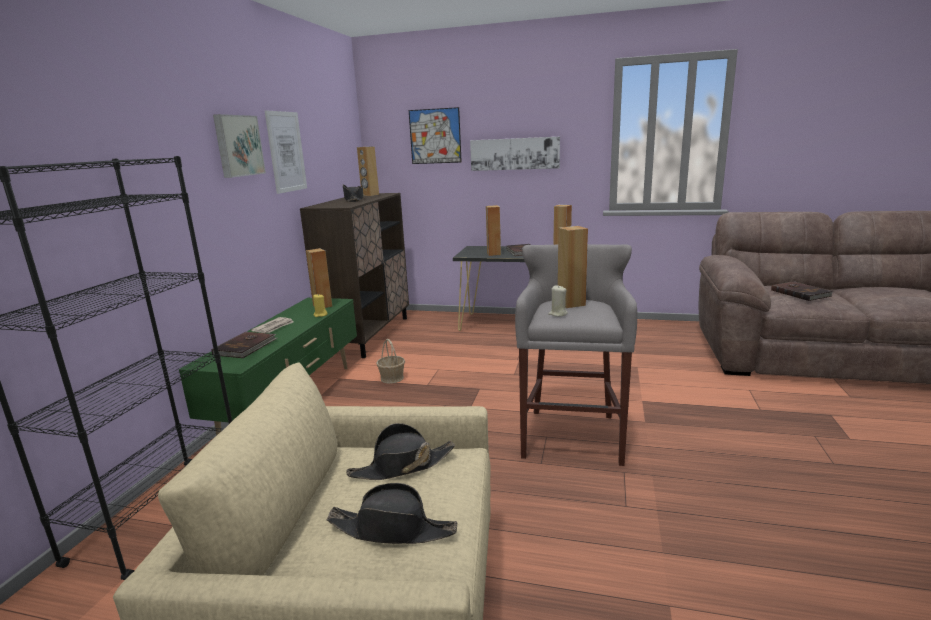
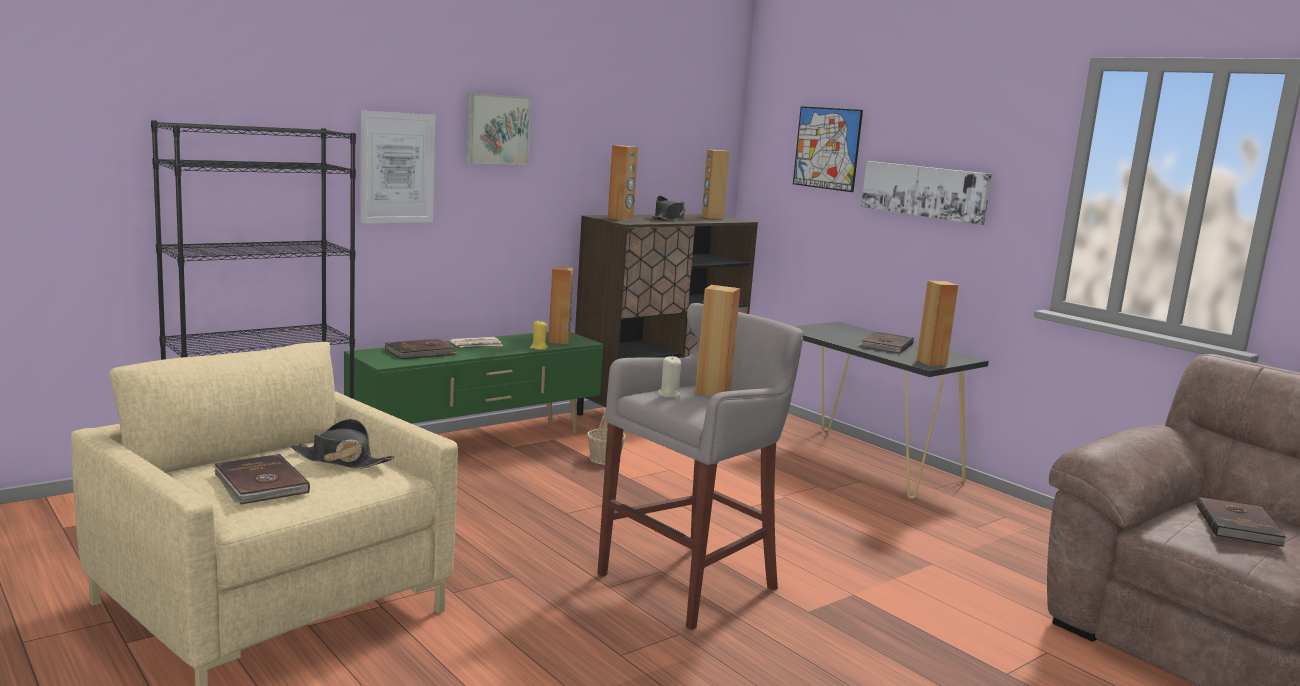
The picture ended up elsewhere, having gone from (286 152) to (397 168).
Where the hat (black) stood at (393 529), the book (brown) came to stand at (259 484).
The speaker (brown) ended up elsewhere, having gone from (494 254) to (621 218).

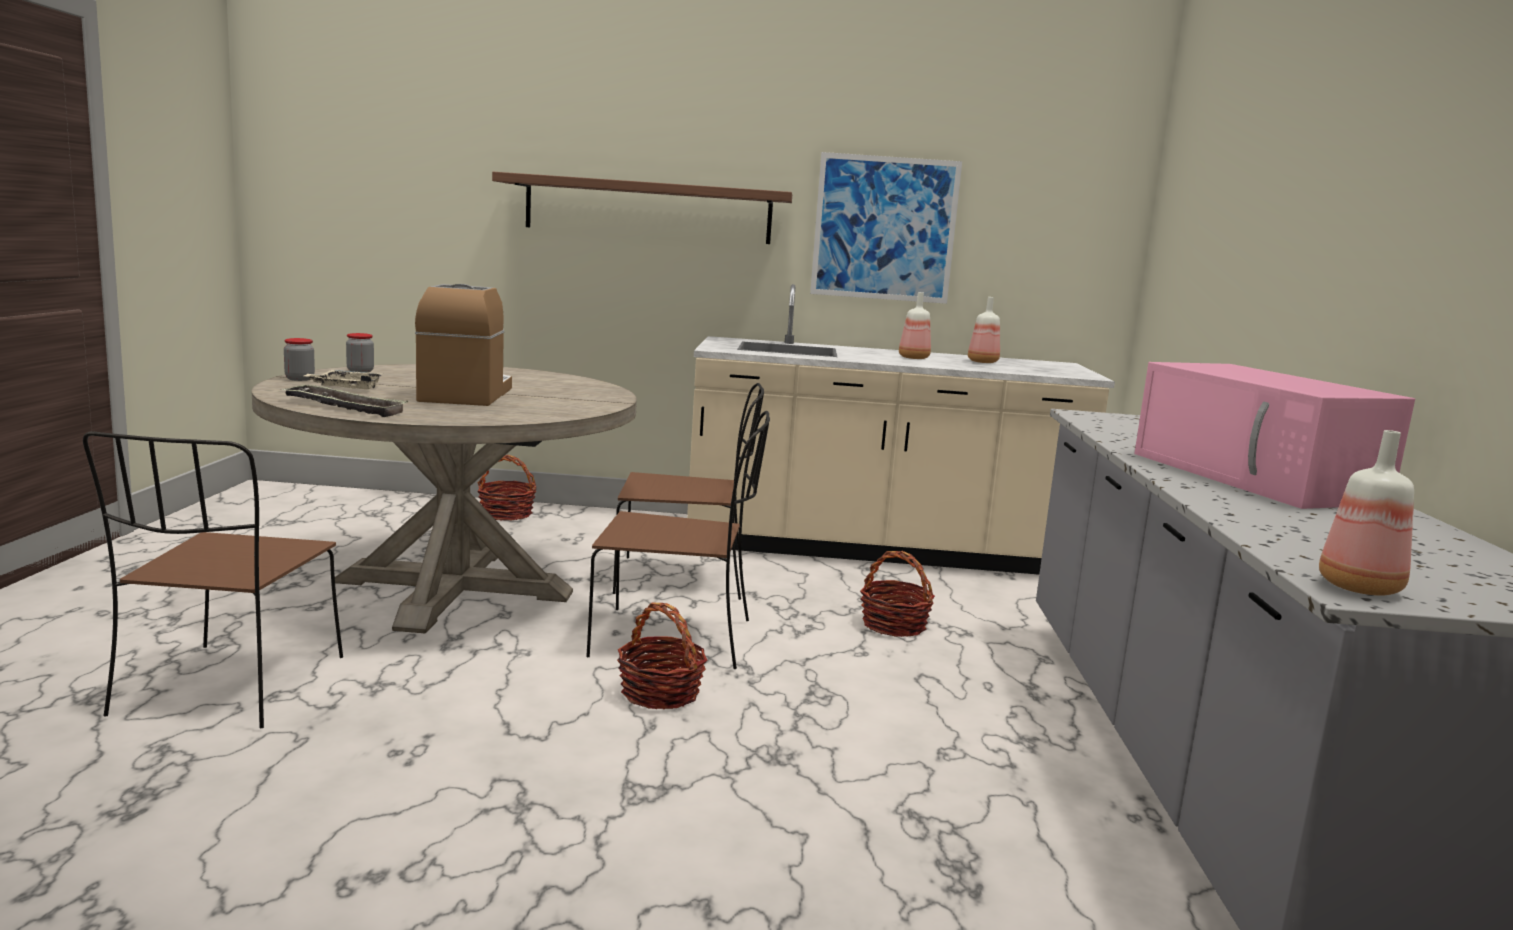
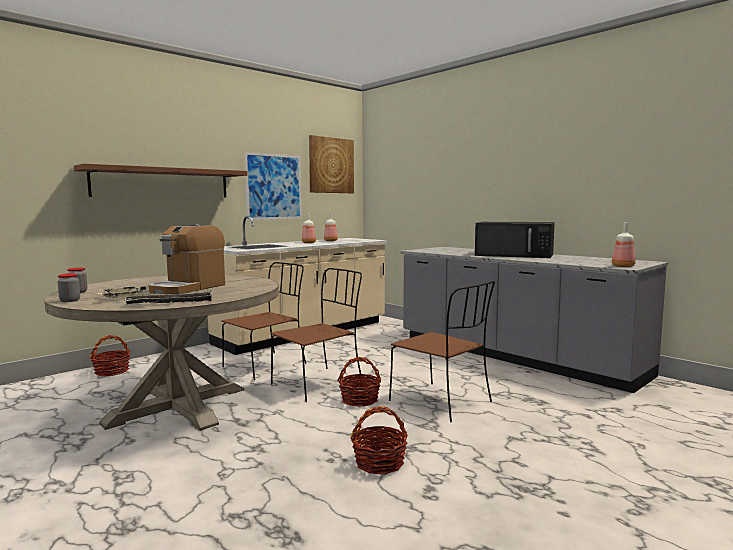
The chair (brown) ended up elsewhere, having gone from (229 688) to (442 402).
The coffee machine at (466 394) ended up facing another way, 105 degrees counterclockwise from before.
The basket ended up elsewhere, having gone from (894 625) to (379 462).
What was the microwave (pink) at (1257 478) turned into the microwave (black) at (515 255).
The second view gained the picture at (331 165).

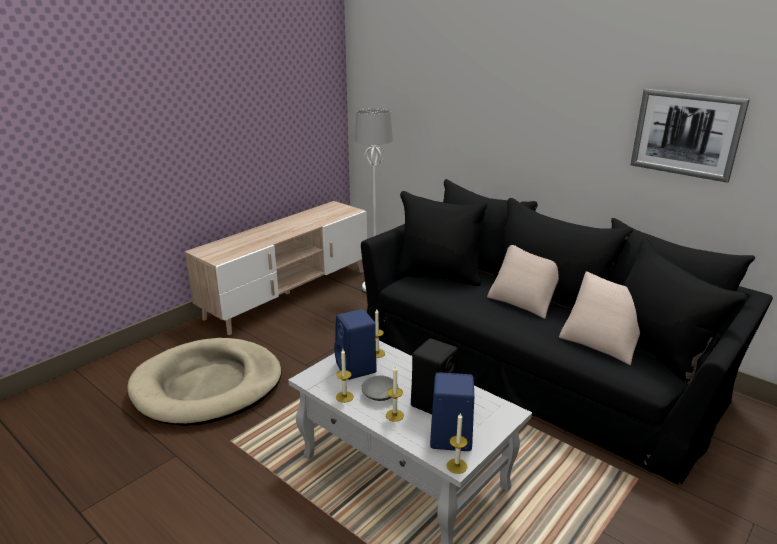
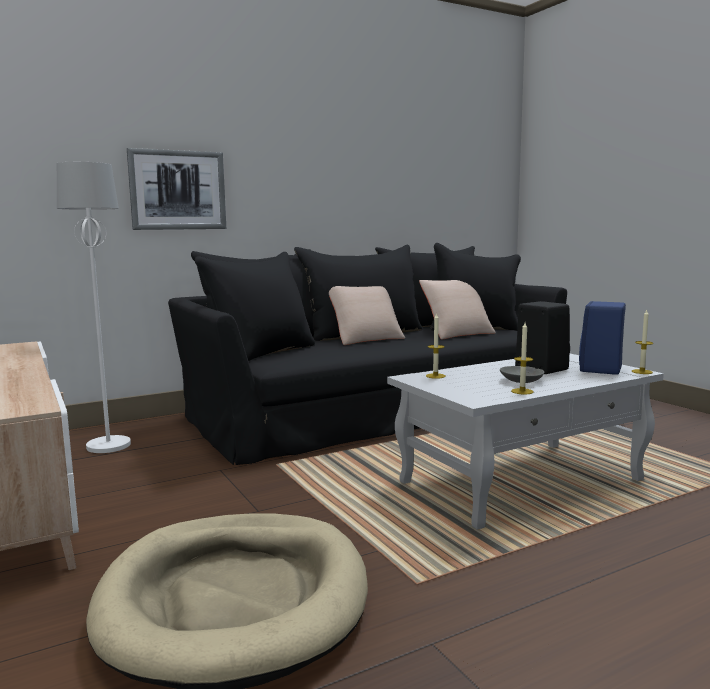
The second view lost the speaker (blue) at (357 368).
The second view lost the candle at (394 415).
The picture ended up elsewhere, having gone from (686 134) to (178 190).

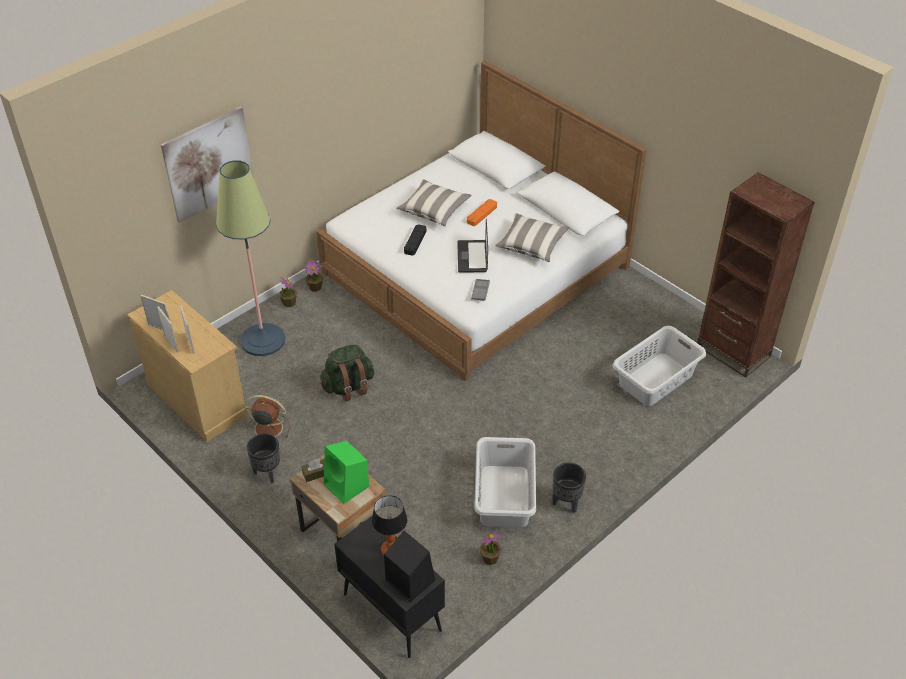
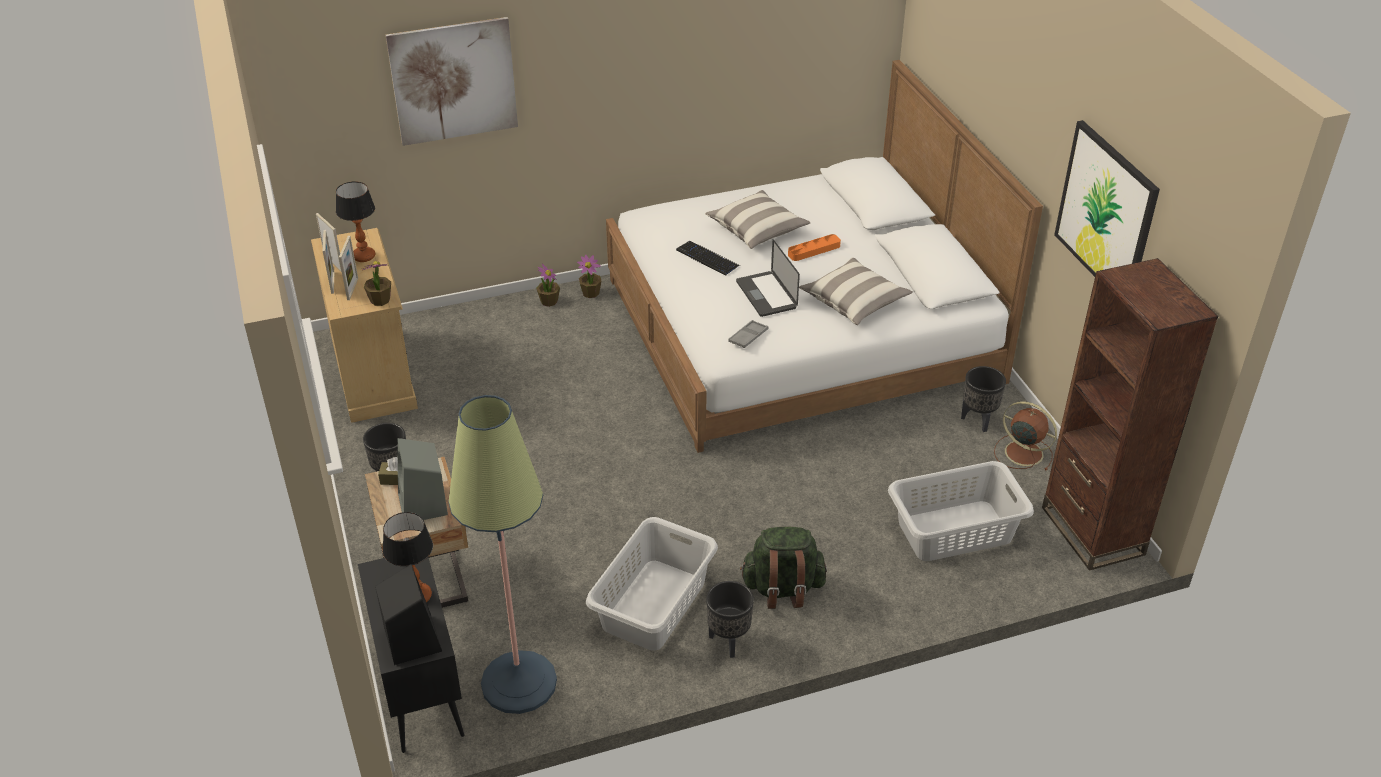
The floor lamp ended up elsewhere, having gone from (263 340) to (519 683).
The fan (brown) ended up elsewhere, having gone from (267 428) to (1022 452).
The backpack (green) ended up elsewhere, having gone from (348 387) to (782 589).
What was the speaker (green) at (347 486) turned into the speaker (grey) at (423 505).
Where the tray (black) stood at (415 241), the keyboard came to stand at (707 259).
The laptop at (472 257) ended up facing another way, 45 degrees counterclockwise from before.
The potted plant ended up elsewhere, having gone from (490 558) to (380 300).
The second view gained the table lamp at (364 256).
The second view gained the planter (black) at (978 421).
The second view gained the picture at (1106 213).

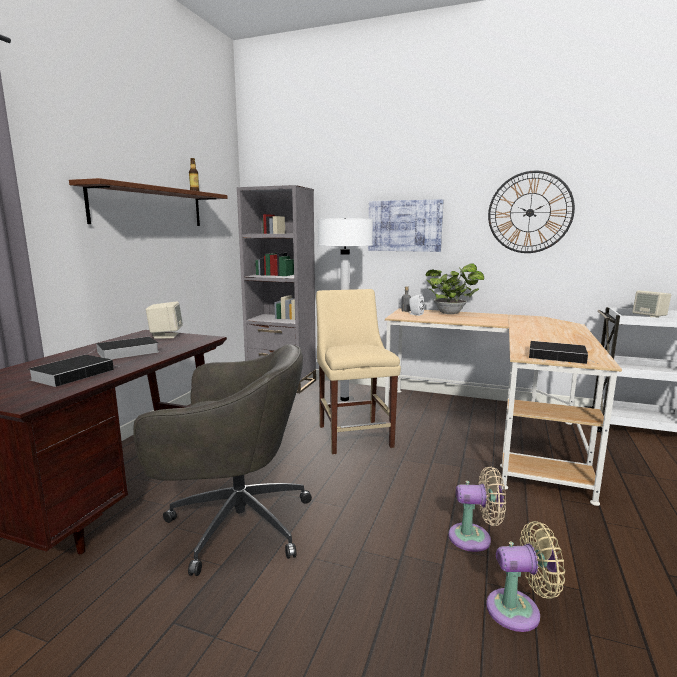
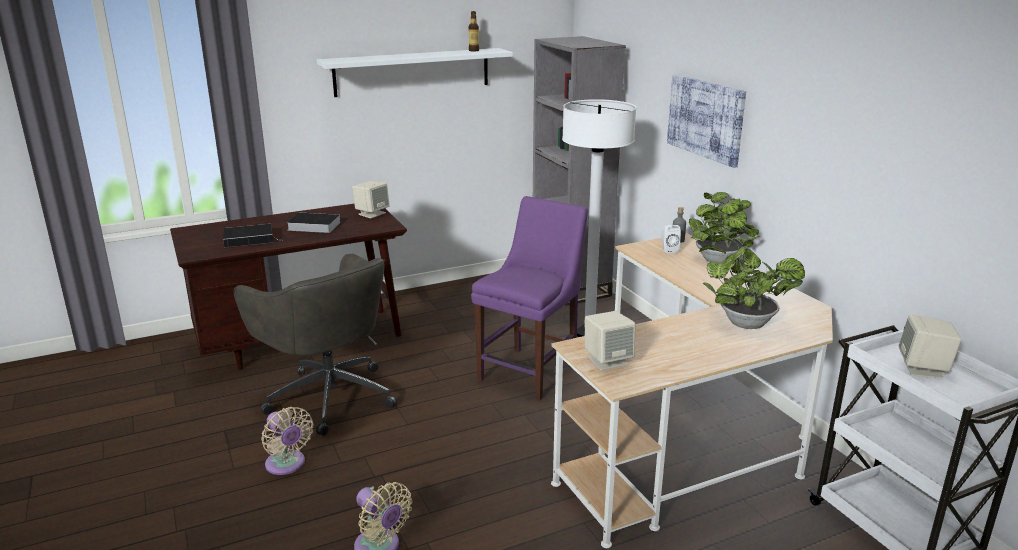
What was the shelf (brown) at (150 207) turned into the shelf (white) at (412 72).
What was the chair (beige) at (354 434) turned into the chair (purple) at (531 371).
The fan (beige) ended up elsewhere, having gone from (474 538) to (287 465).
The second view lost the wall clock at (530 212).
Where the book stood at (558 356), the speaker (beige) came to stand at (608 360).
The second view gained the potted plant at (742 322).

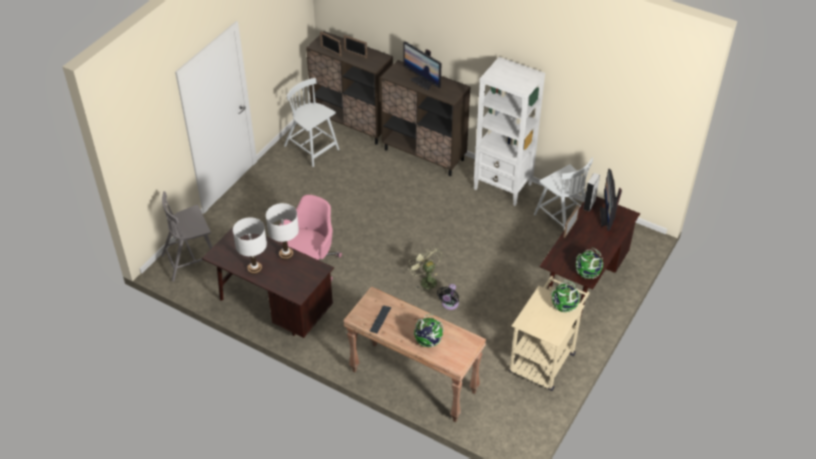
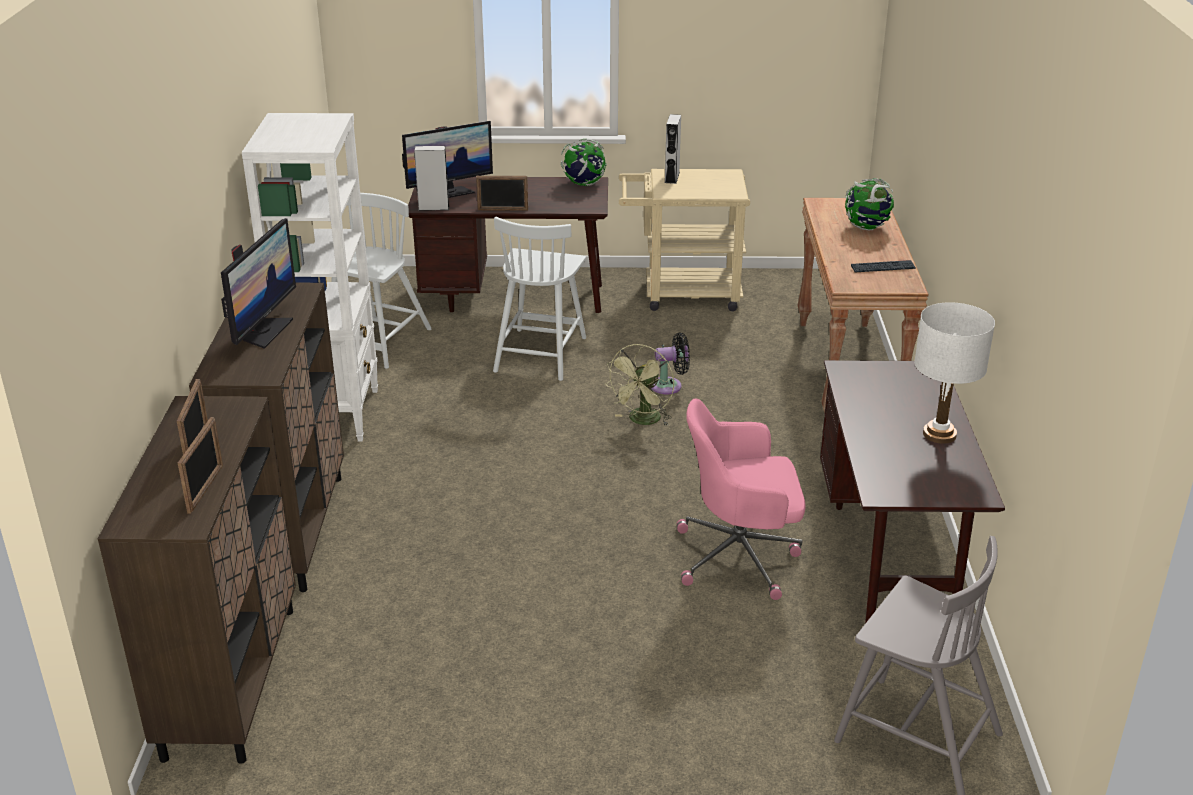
The second view lost the table lamp (white) at (286 254).
The chair (white) ended up elsewhere, having gone from (312 148) to (540 353).
Where the globe stood at (563 307), the speaker (grey) came to stand at (672 177).

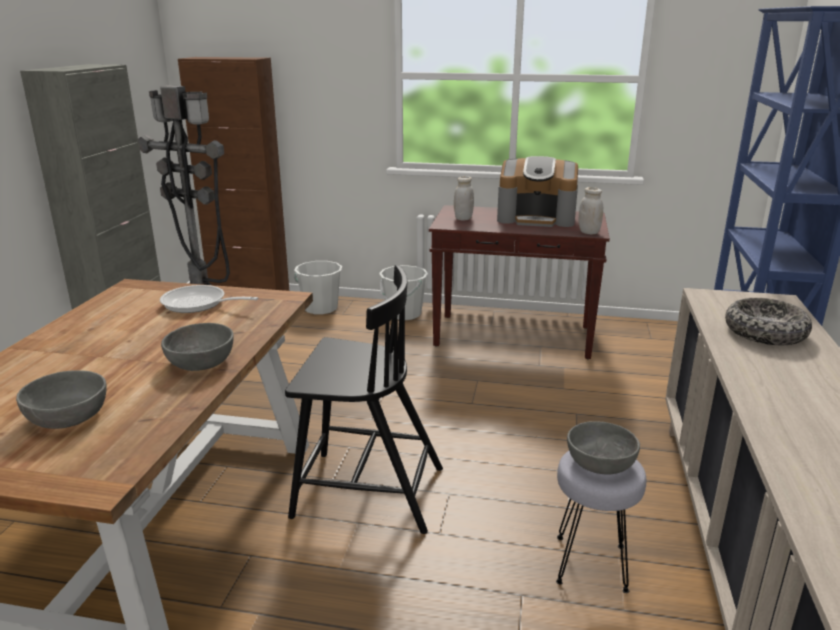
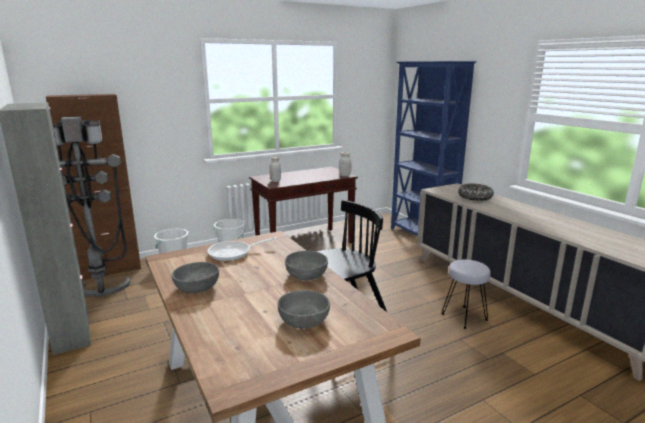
The second view lost the coffee machine at (536 218).
The bowl (grey) ended up elsewhere, having gone from (600 462) to (196 287).

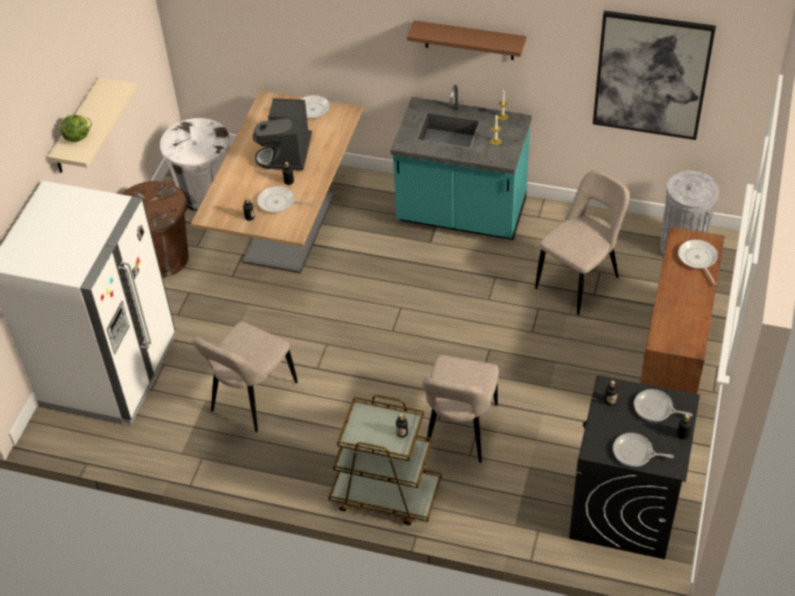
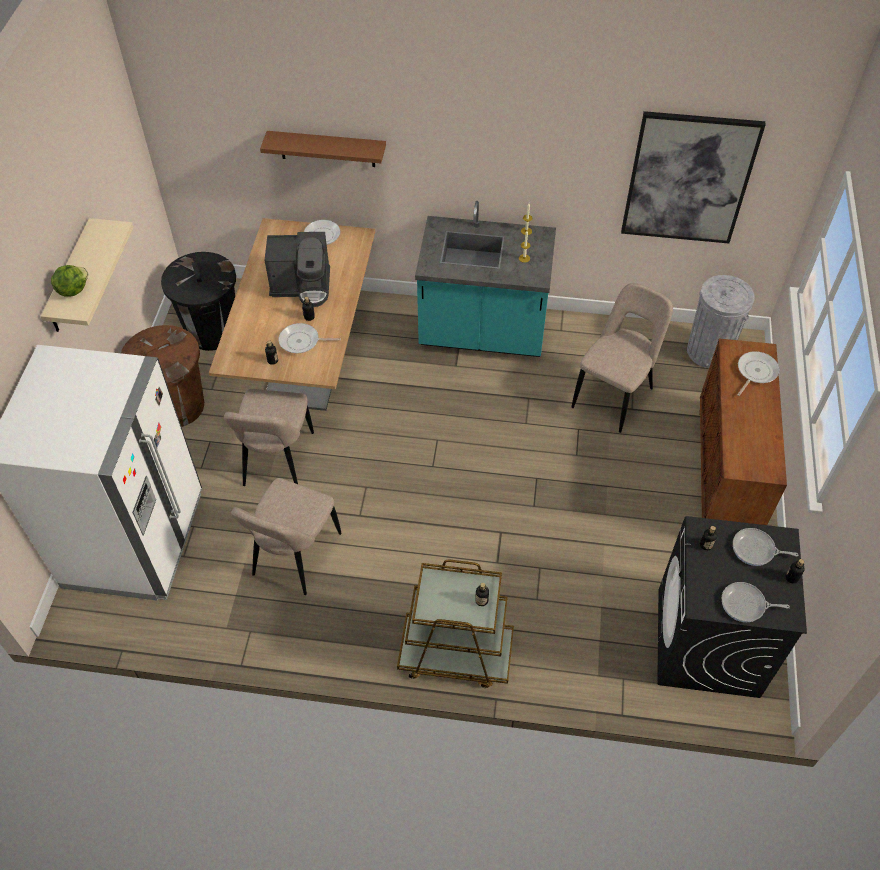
What was the trash can (white) at (204 194) turned into the trash can (black) at (212 331).
The coffee machine at (287 154) ended up facing another way, 90 degrees counterclockwise from before.
The shelf (brown) ended up elsewhere, having gone from (469 40) to (327 149).
The chair (beige) ended up elsewhere, having gone from (459 432) to (277 462).
The frying pan at (698 259) ended up facing another way, 60 degrees clockwise from before.

